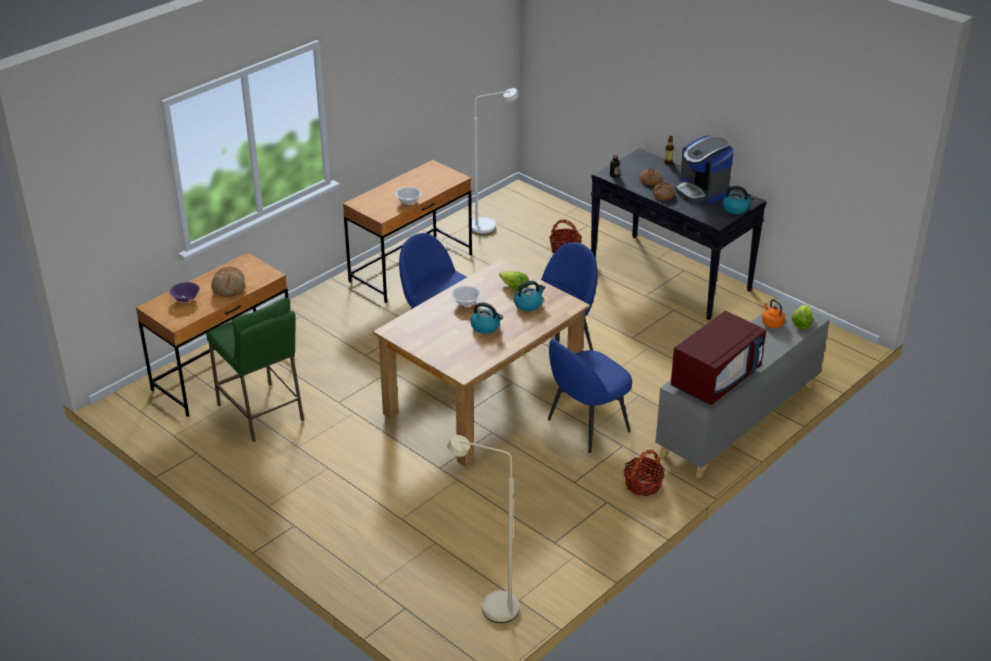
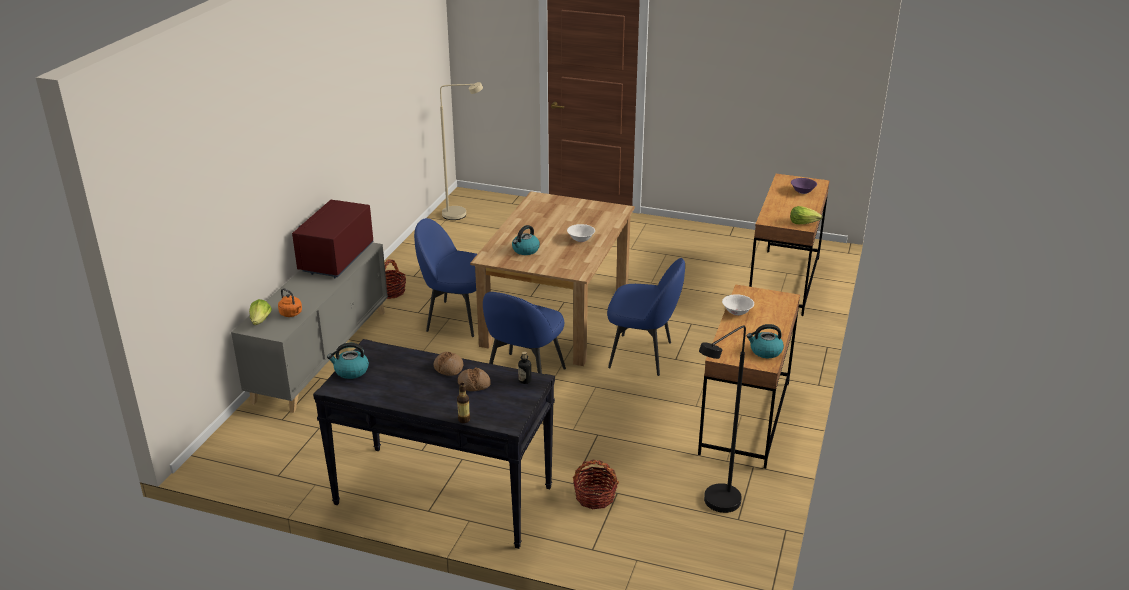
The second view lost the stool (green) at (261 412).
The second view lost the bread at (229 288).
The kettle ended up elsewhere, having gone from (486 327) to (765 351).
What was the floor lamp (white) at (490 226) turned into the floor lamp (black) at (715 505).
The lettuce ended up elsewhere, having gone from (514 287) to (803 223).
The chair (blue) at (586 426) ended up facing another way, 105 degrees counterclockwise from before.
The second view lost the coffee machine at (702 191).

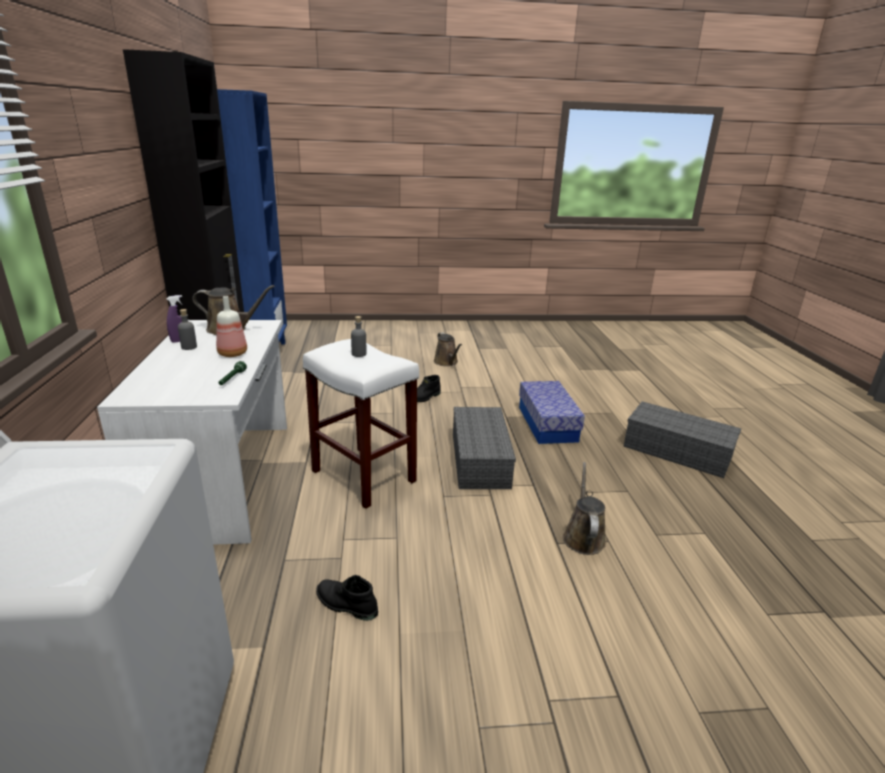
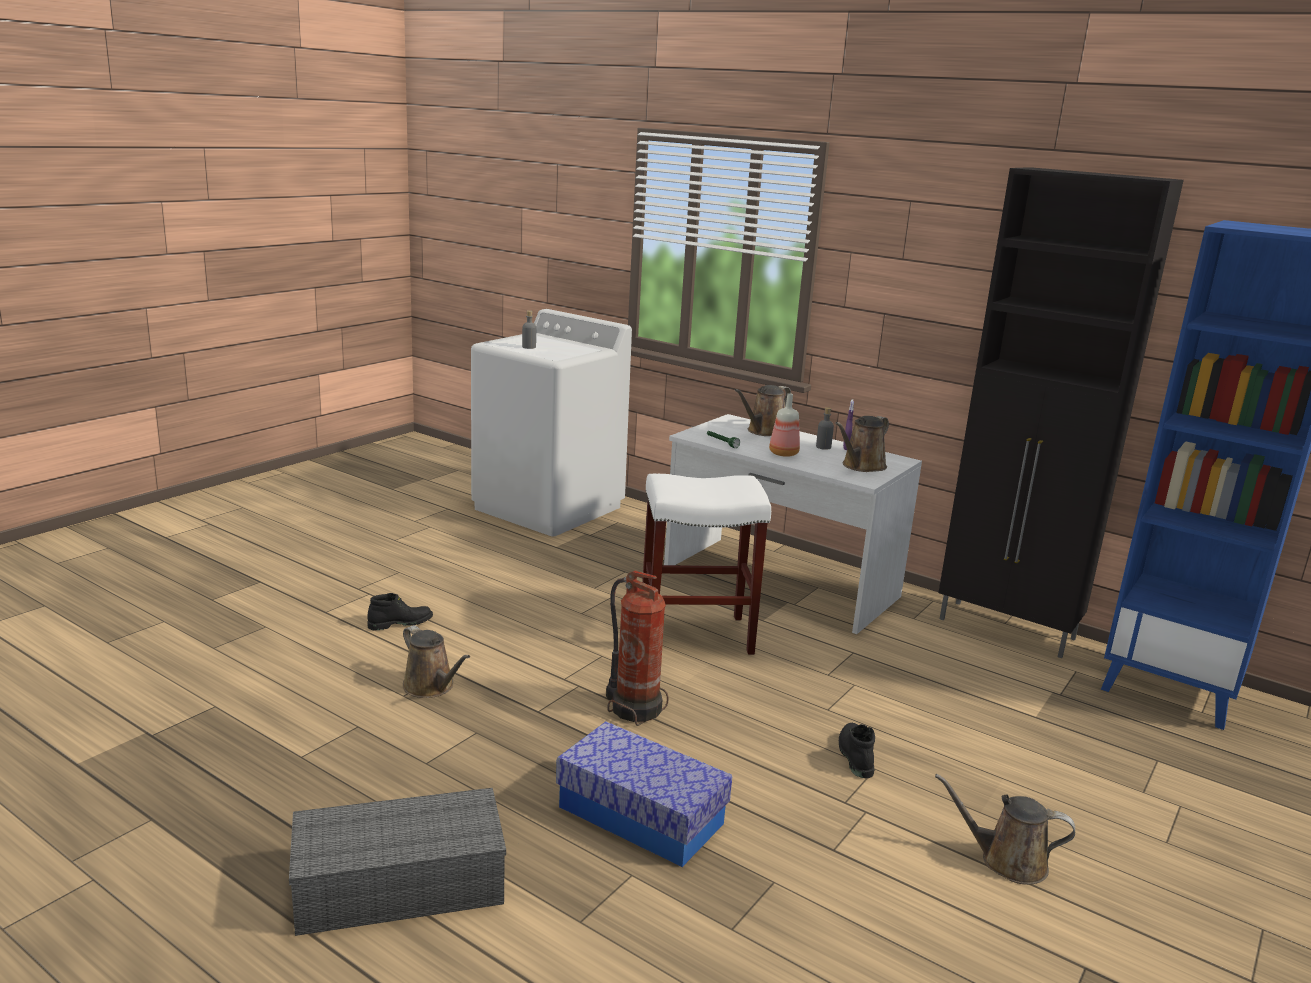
The boot (black) ended up elsewhere, having gone from (345 605) to (400 623).
The bottle (grey) ended up elsewhere, having gone from (359 354) to (529 347).
Where the storage box (grey) stood at (478 459), the fire extinguisher came to stand at (635 708).
The second view gained the watering can (brown) at (764 431).

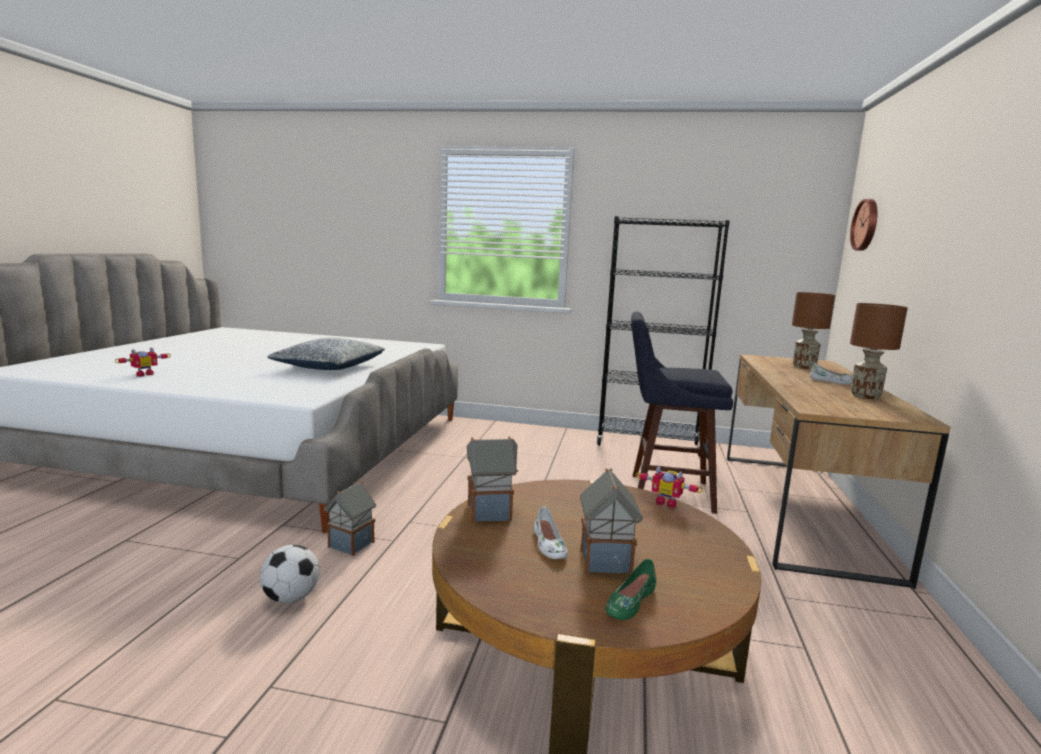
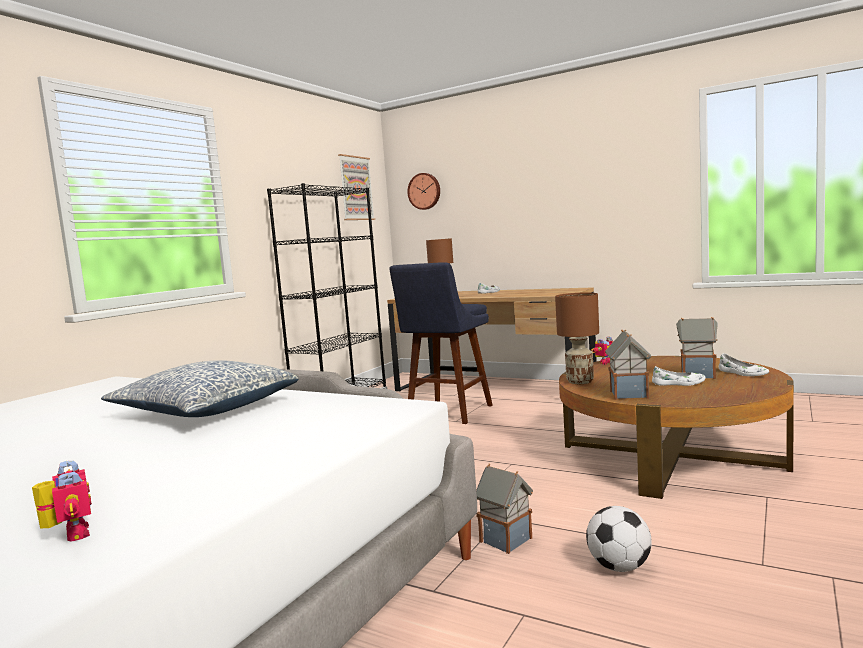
What was the shoe (green) at (629 601) turned into the shoe (white) at (742 373).
The table lamp (brown) ended up elsewhere, having gone from (864 396) to (579 382).
The second view gained the picture at (356 188).

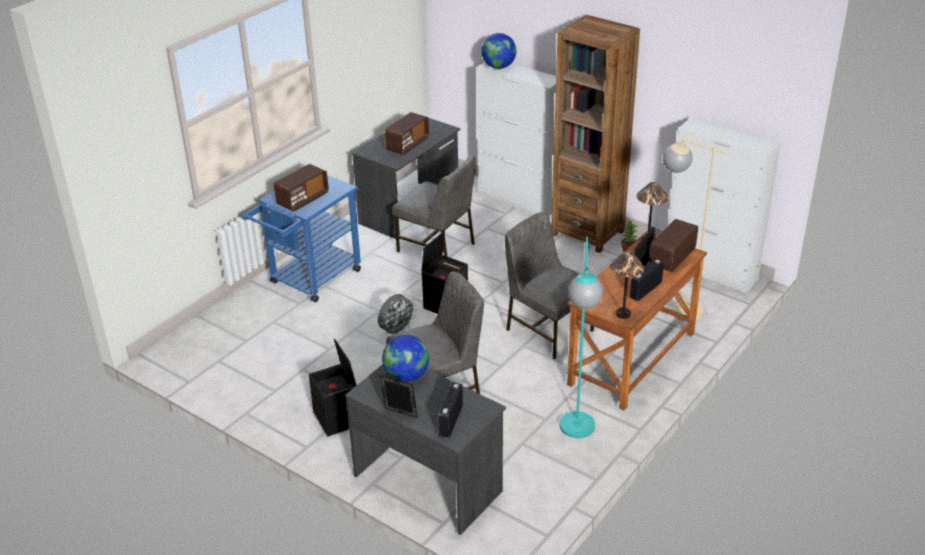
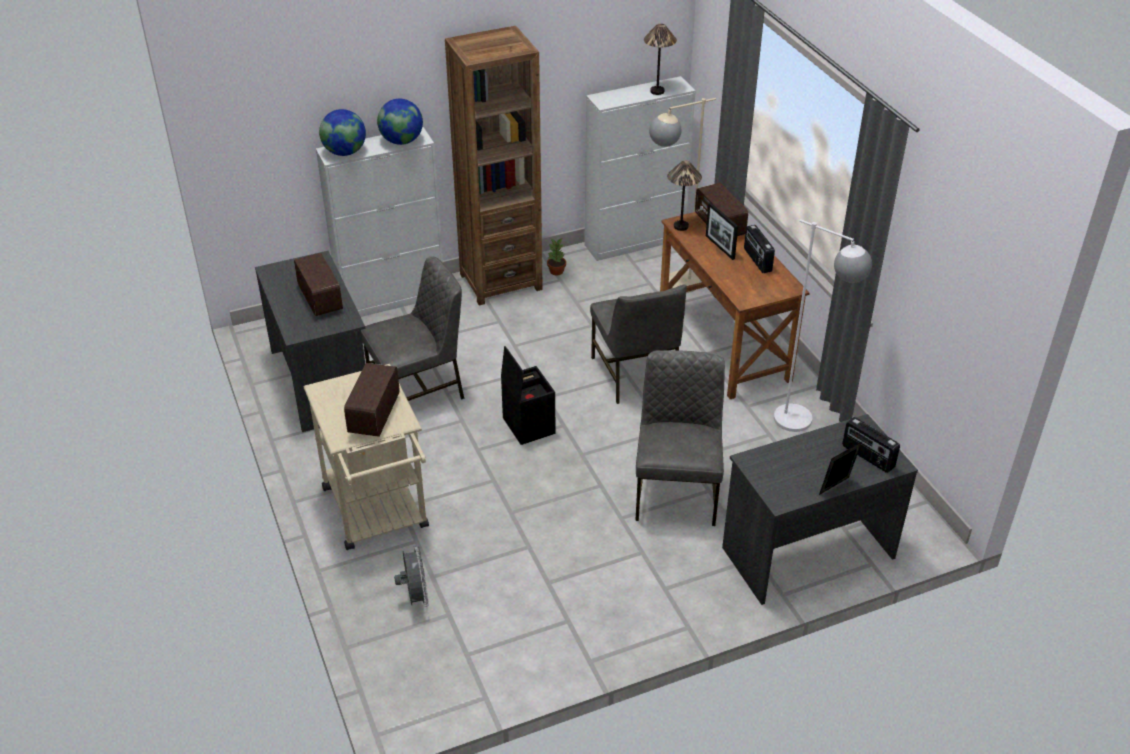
What was the cart (blue) at (310 280) turned into the cart (beige) at (378 514).
The radio at (302 199) ended up facing another way, 150 degrees counterclockwise from before.
The second view lost the storage box (black) at (337 419).
The fan (grey) ended up elsewhere, having gone from (396 331) to (415 597).
The globe ended up elsewhere, having gone from (406 376) to (402 141).
The chair (grey) at (547 330) ended up facing another way, 90 degrees counterclockwise from before.
What was the floor lamp (turquoise) at (577 435) turned into the floor lamp (white) at (805 424).
The table lamp ended up elsewhere, having gone from (623 314) to (657 91).

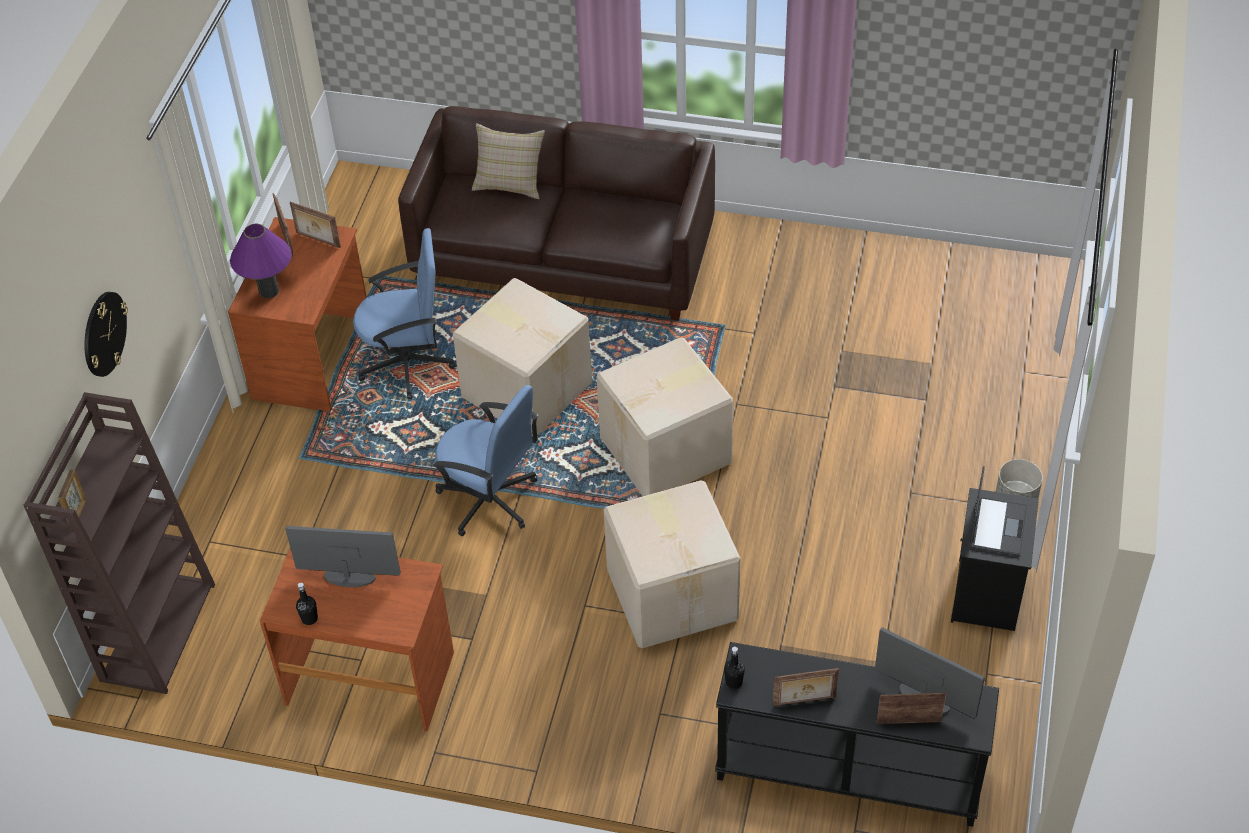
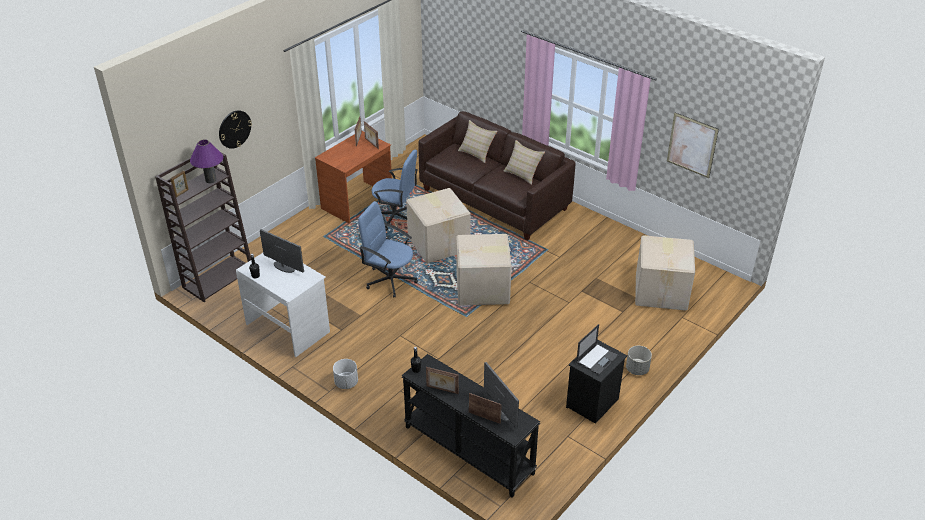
The table lamp (purple) ended up elsewhere, having gone from (269 291) to (210 180).
What was the desk (brown) at (371 677) turned into the desk (white) at (288 327).
The office chair (blue) at (489 500) ended up facing another way, 150 degrees clockwise from before.
The cardboard box ended up elsewhere, having gone from (673 593) to (661 291).
The second view gained the planter (white) at (346 383).
The second view gained the pillow (beige) at (523 174).
The second view gained the picture at (692 145).

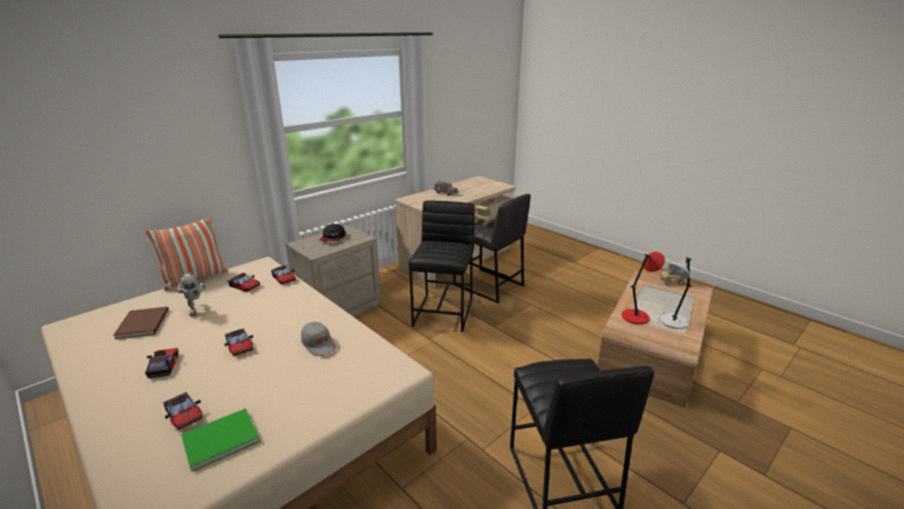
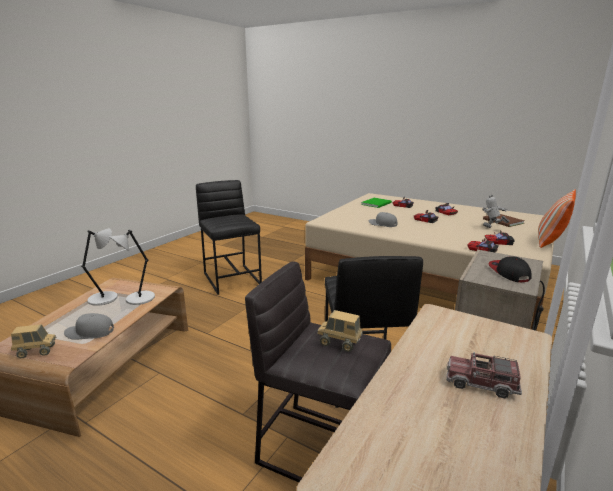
What was the table lamp (red) at (636 316) turned into the table lamp (grey) at (138 299).
The second view gained the cap (grey) at (90 332).

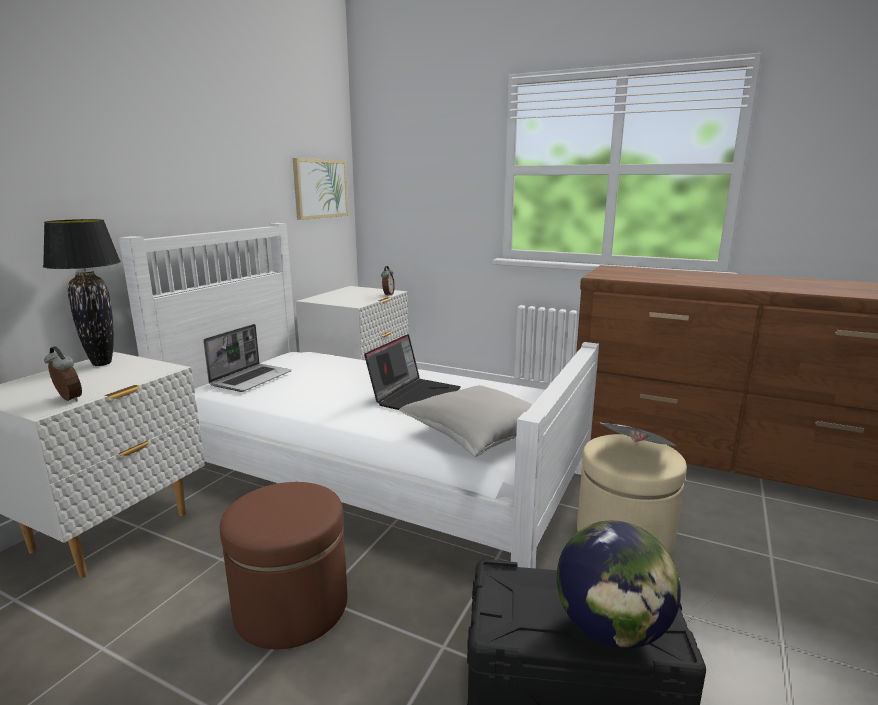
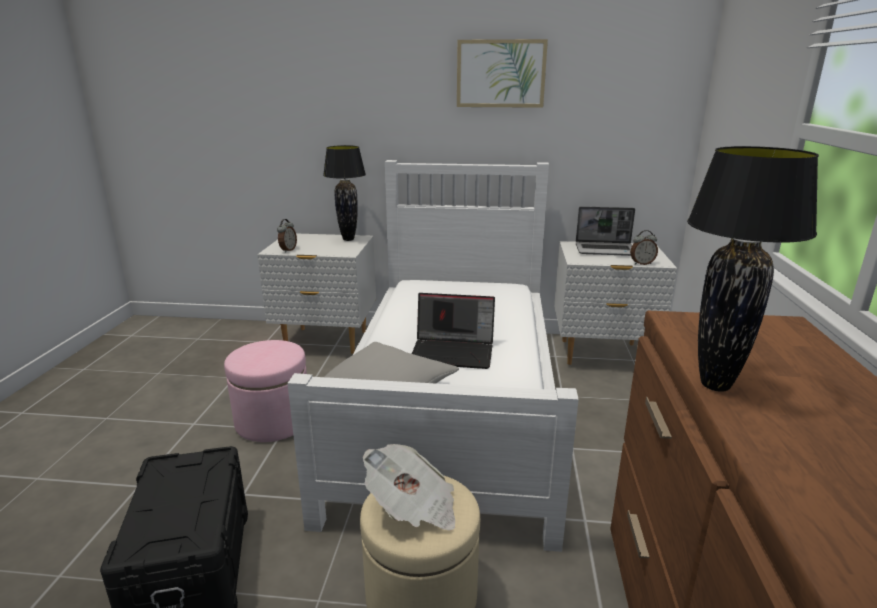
The laptop ended up elsewhere, having gone from (251 379) to (606 250).
What was the ottoman (brown) at (291 606) turned into the ottoman (pink) at (273 421).
The picture ended up elsewhere, having gone from (320 188) to (500 74).
The second view lost the globe at (611 630).
The second view gained the table lamp (black) at (716 385).

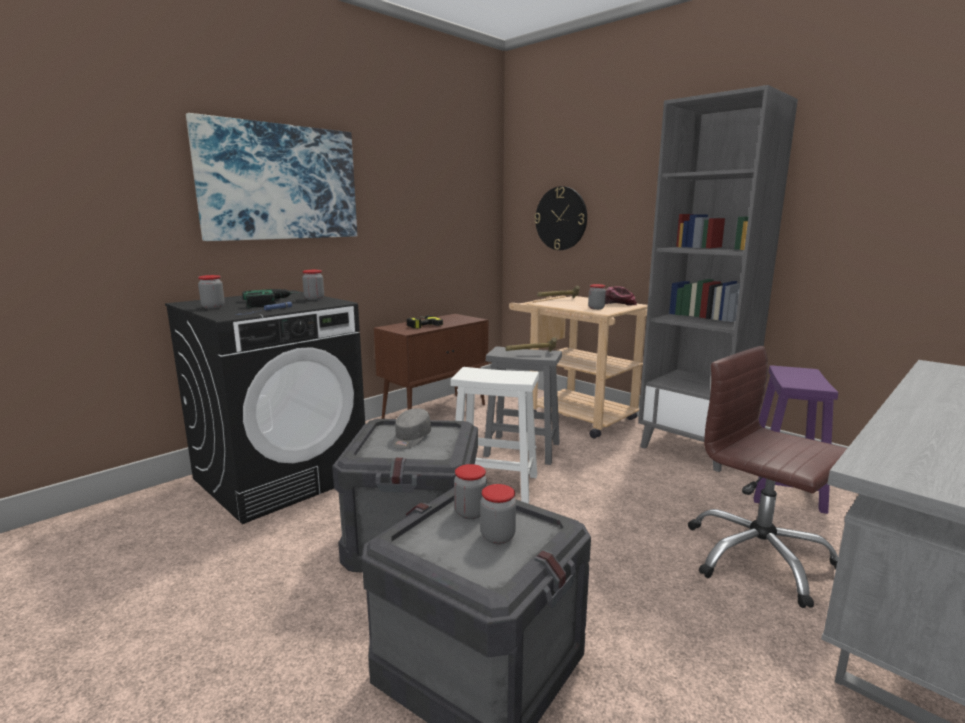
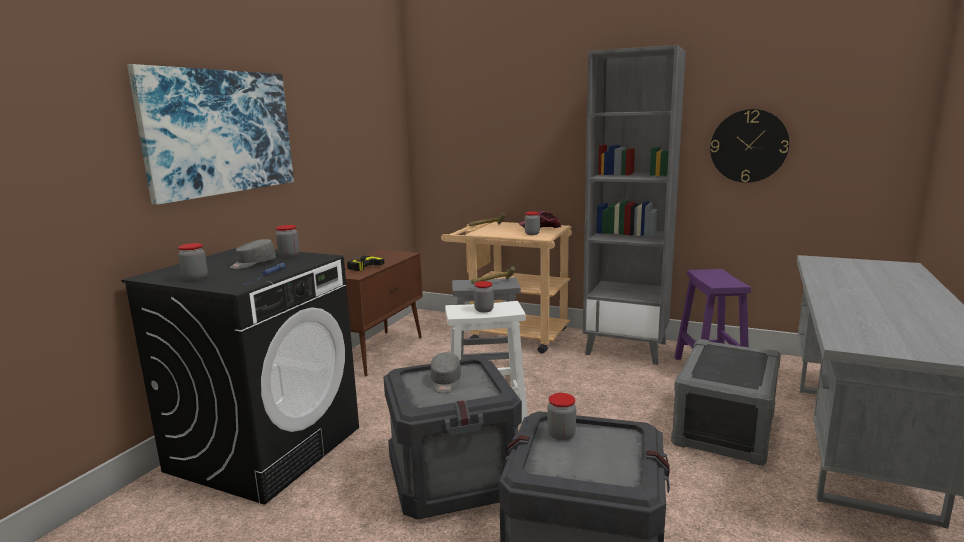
Where the power drill stood at (275 302), the cap (grey) came to stand at (253 264).
The jar ended up elsewhere, having gone from (497 536) to (484 310).
The wall clock ended up elsewhere, having gone from (561 218) to (748 146).
Where the office chair (brown) stood at (758 558), the storage box (grey) came to stand at (724 427).

